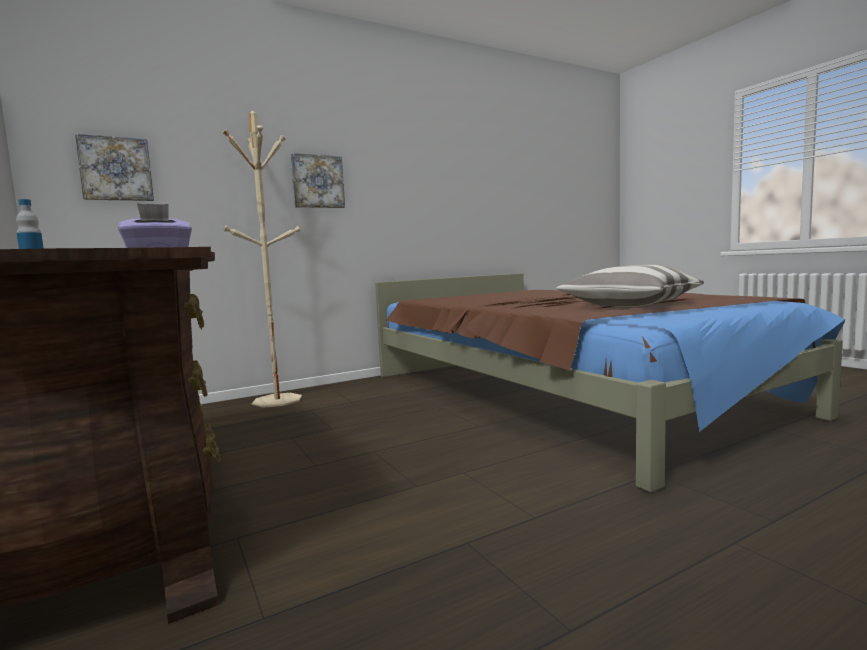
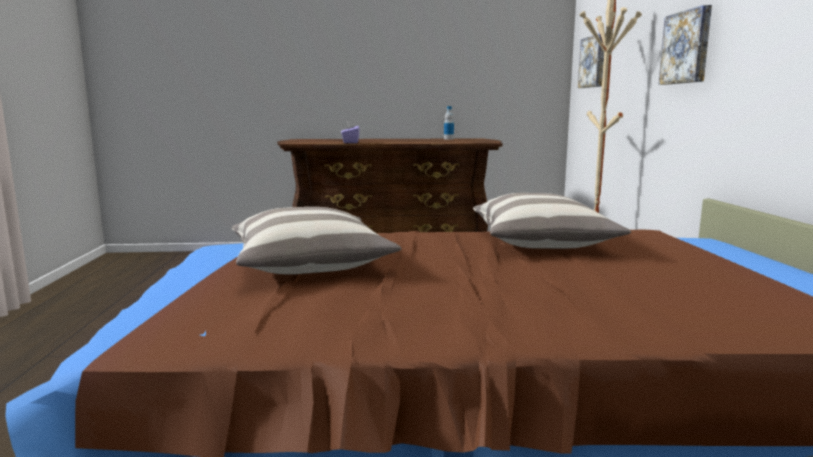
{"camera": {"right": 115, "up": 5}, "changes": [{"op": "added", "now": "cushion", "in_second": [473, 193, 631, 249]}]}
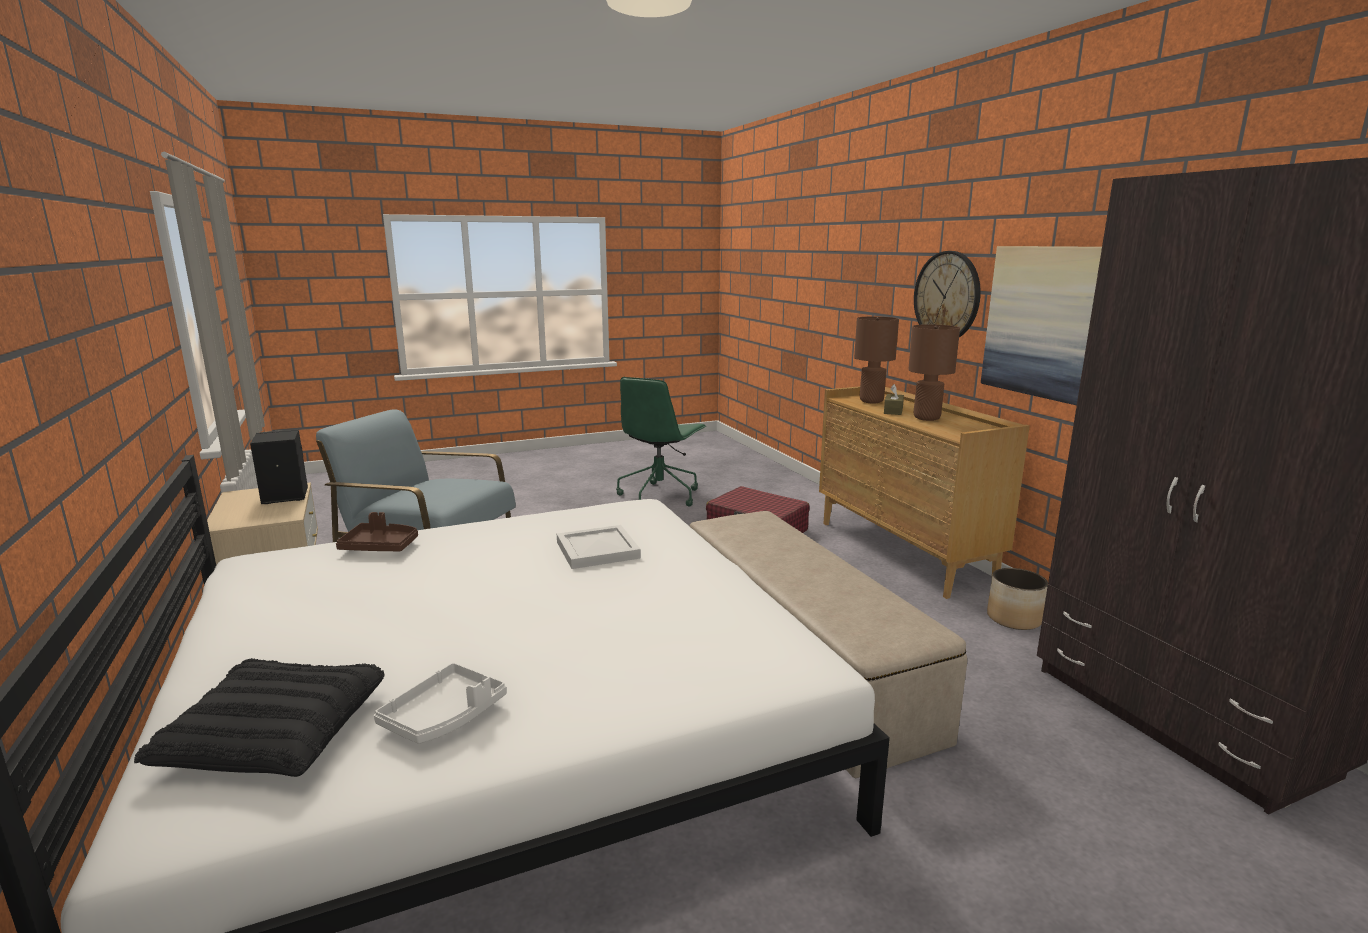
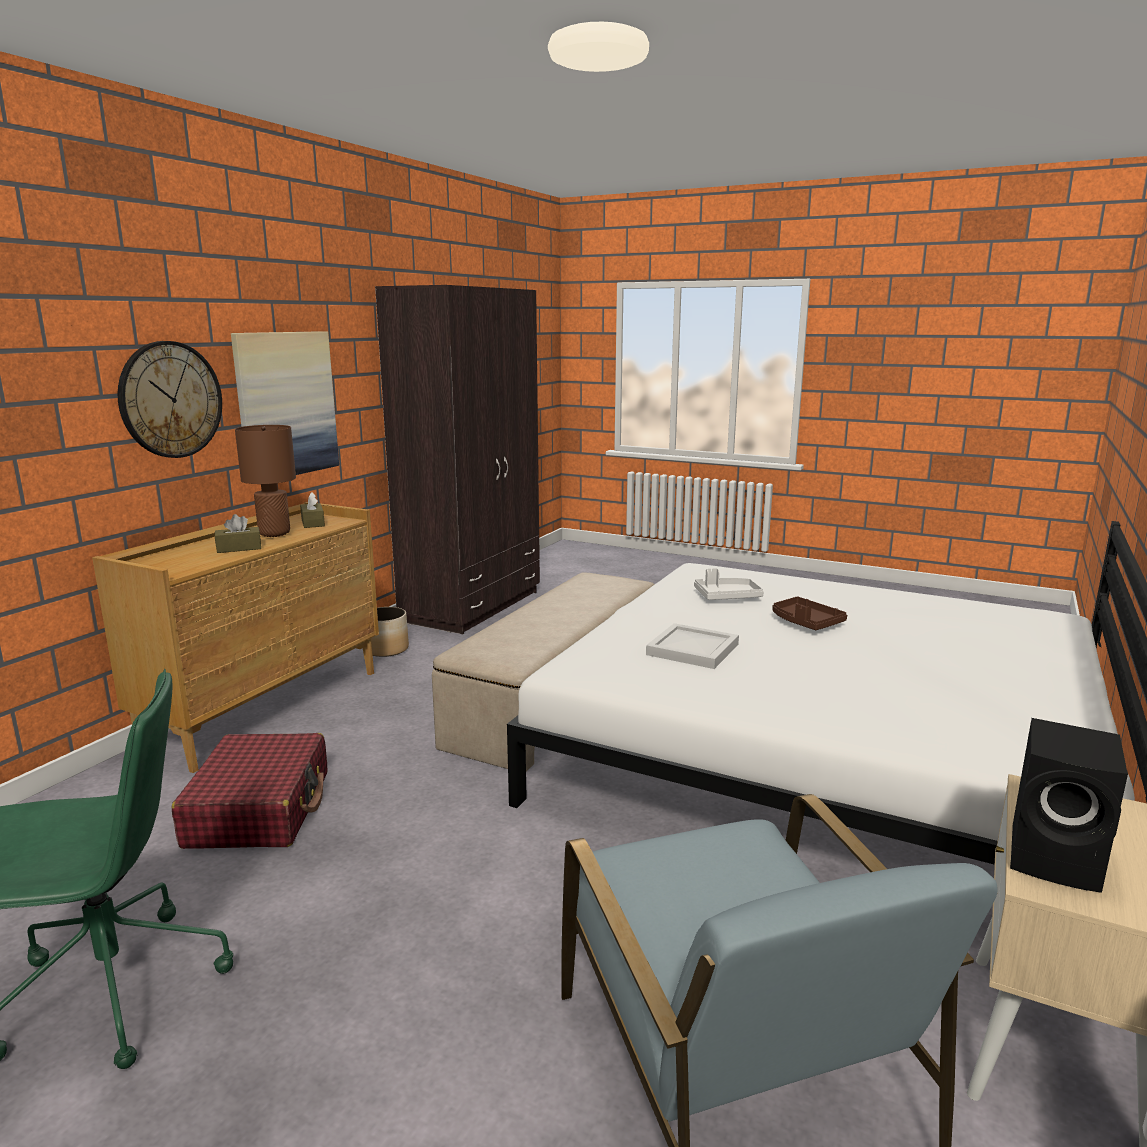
{"camera": {"right": -130, "up": 0}, "changes": [{"op": "added", "now": "tissue box/brown-coloured", "in_second": [300, 492, 325, 528]}, {"op": "moved", "was": "carrying tray/whitish", "in_first": [374, 663, 507, 744], "in_second": [694, 568, 764, 600]}, {"op": "moved", "was": "carrying tray/brown-coloured", "in_first": [336, 512, 418, 551], "in_second": [772, 597, 847, 630]}, {"op": "removed", "was": "cushion/black-coloured", "in_first": [134, 658, 385, 777]}, {"op": "removed", "was": "table lamp/brown-coloured", "in_first": [854, 316, 899, 404]}]}
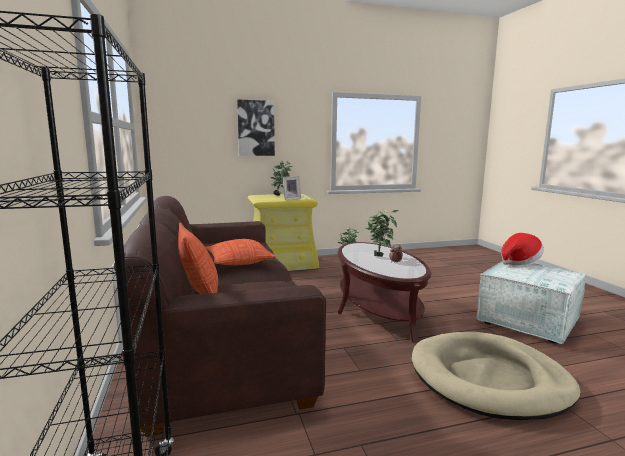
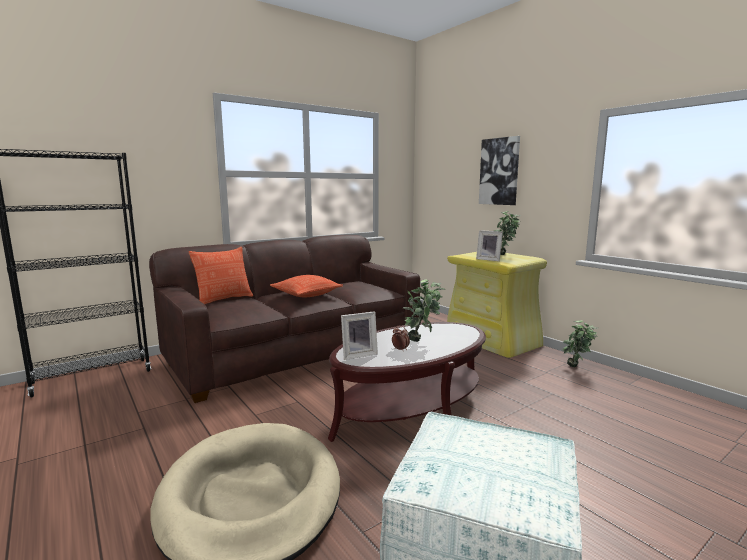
{"camera": {"right": 70, "up": 0}, "changes": [{"op": "added", "now": "standing frame", "in_second": [341, 311, 378, 360]}, {"op": "removed", "was": "wearable hat", "in_first": [501, 233, 544, 265]}]}
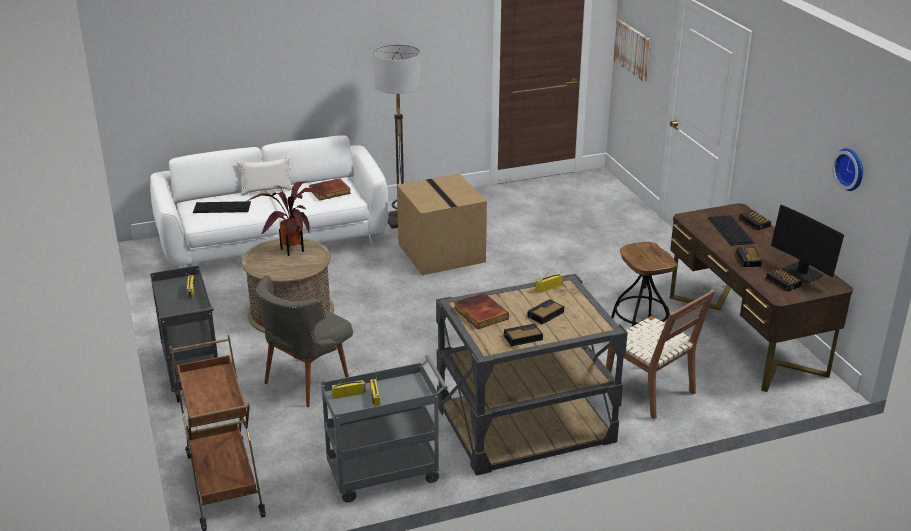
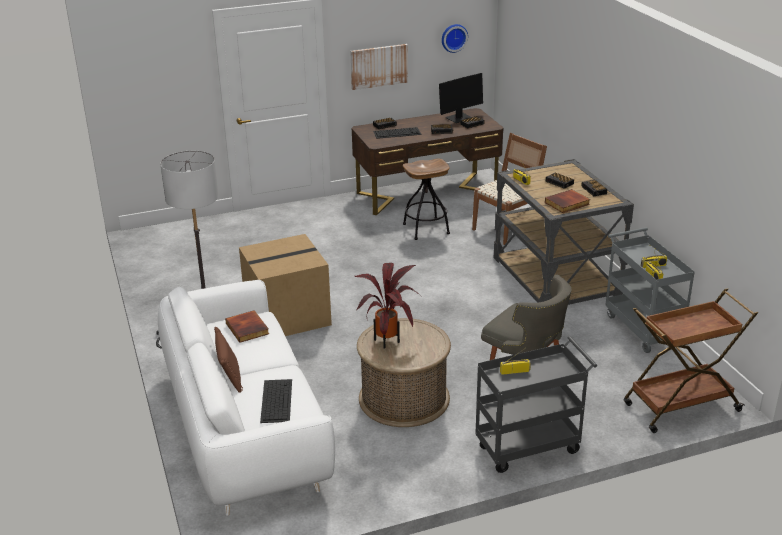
{"camera": {"right": -90, "up": 0}, "changes": [{"op": "recoloured", "was": "cushion/whitish", "now": "cushion/brown-coloured", "in_first": [237, 157, 292, 196], "in_second": [214, 327, 243, 393]}, {"op": "moved", "was": "wall picture", "in_first": [614, 20, 650, 81], "in_second": [350, 44, 408, 90]}]}
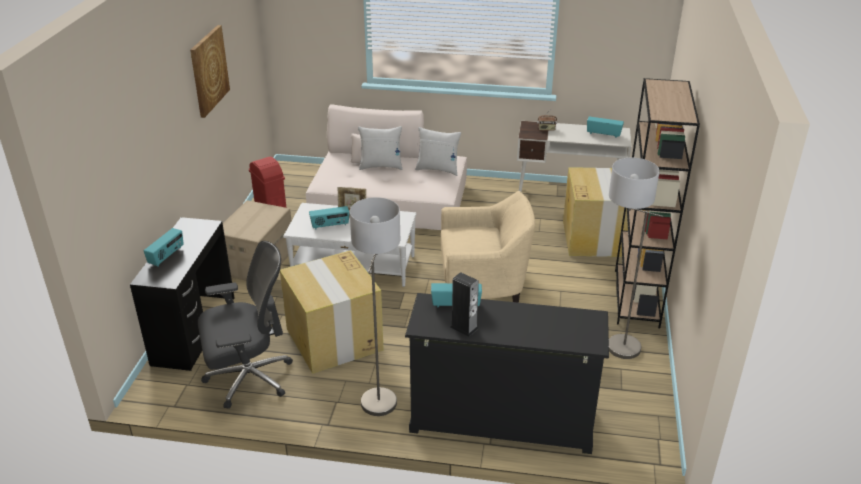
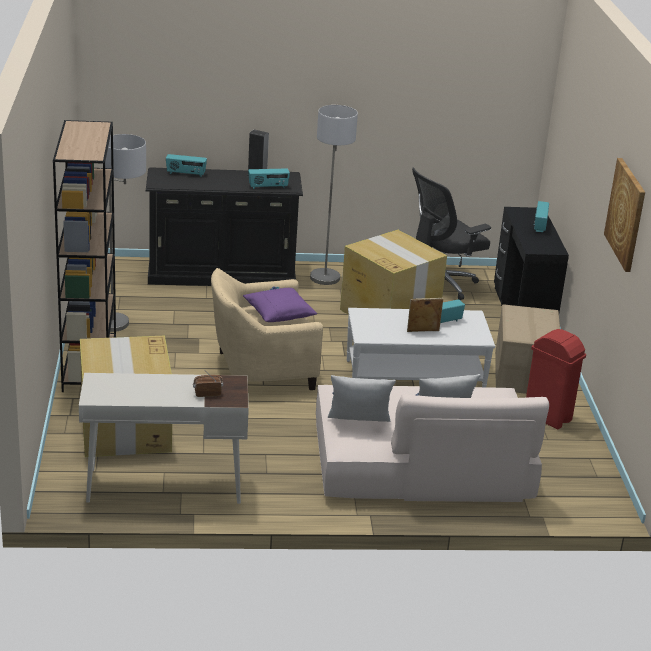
{"camera": {"right": 165, "up": -5}, "changes": [{"op": "moved", "was": "radio set", "in_first": [587, 116, 624, 138], "in_second": [166, 154, 207, 177]}, {"op": "added", "now": "cushion/purplish", "in_second": [243, 286, 317, 322]}]}
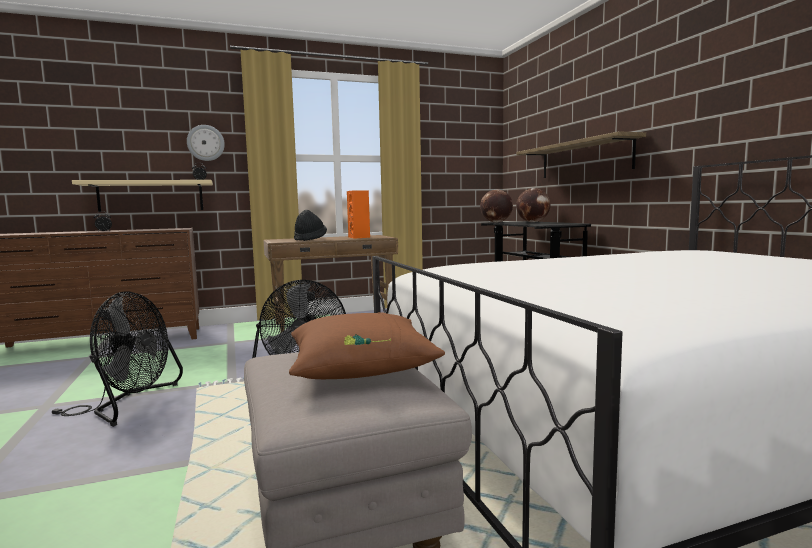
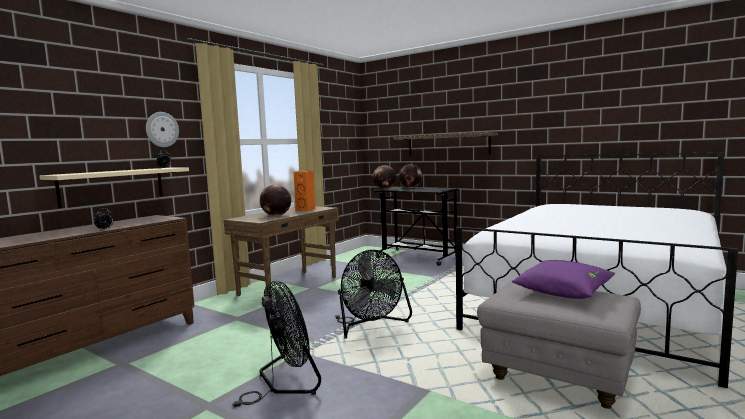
{"camera": {"right": -35, "up": 0}, "changes": [{"op": "replaced", "was": "wearable hat/black-coloured", "now": "globe", "in_first": [294, 210, 327, 241], "in_second": [260, 185, 291, 216]}, {"op": "recoloured", "was": "cushion/brown-coloured", "now": "cushion/purplish", "in_first": [289, 312, 445, 379], "in_second": [512, 260, 615, 299]}]}
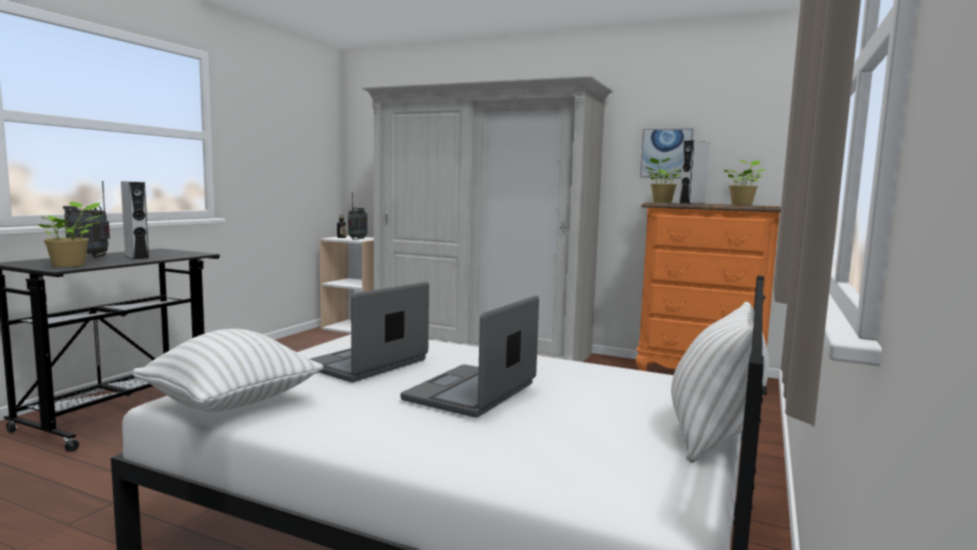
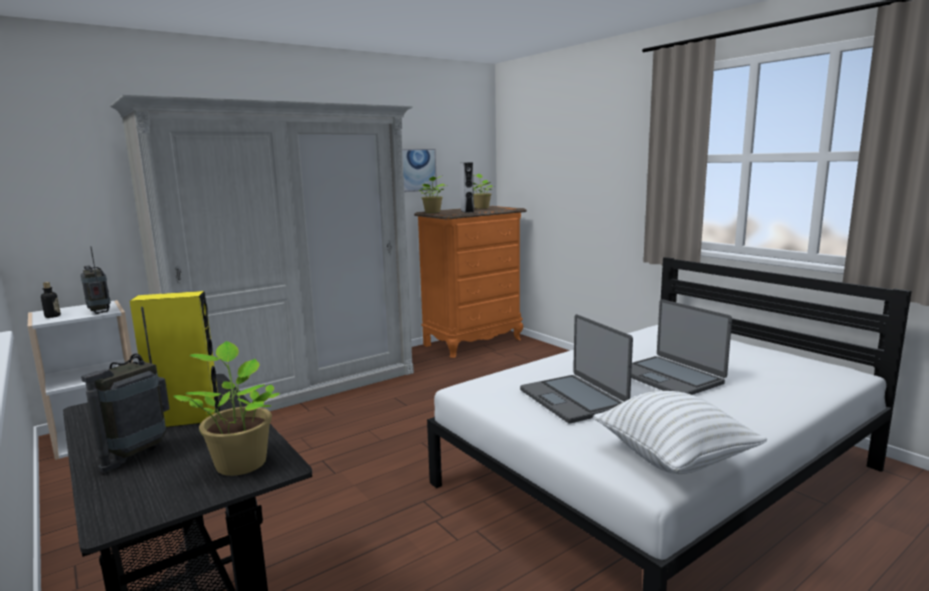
{"camera": {"right": -60, "up": 5}, "changes": [{"op": "recoloured", "was": "audio speaker/greyish", "now": "audio speaker/yellow-coloured", "in_first": [121, 182, 149, 260], "in_second": [130, 291, 220, 428]}, {"op": "removed", "was": "cushion/whitish", "in_first": [671, 302, 769, 463]}]}
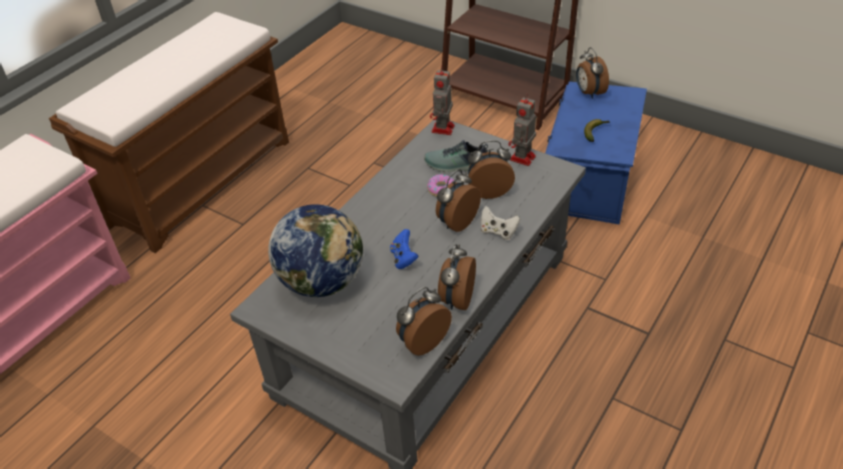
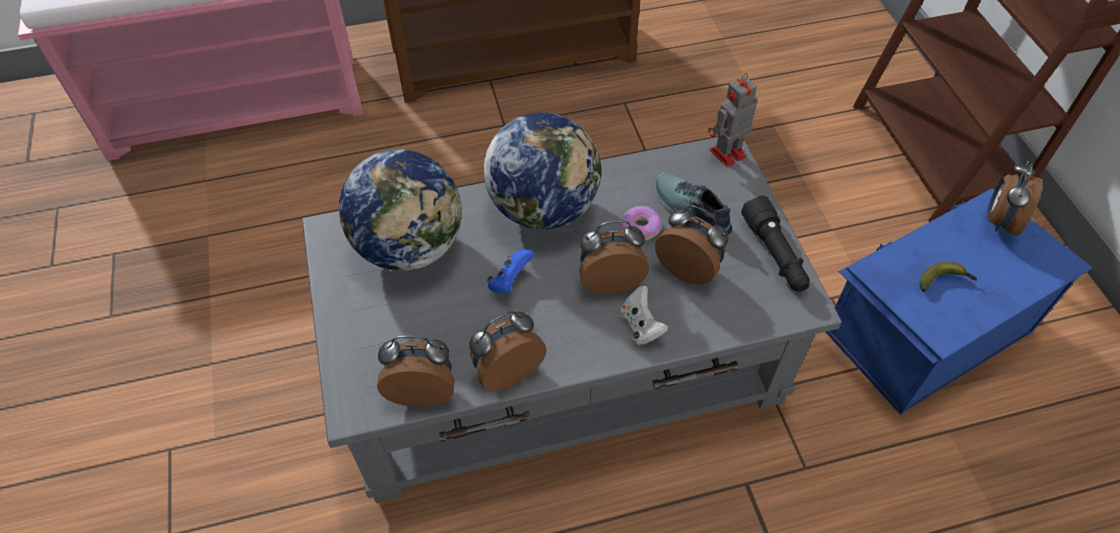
{"camera": {"right": 40, "up": 10}, "changes": [{"op": "added", "now": "globe", "in_second": [484, 112, 601, 229]}, {"op": "replaced", "was": "model robot", "now": "hand torch/black-coloured", "in_first": [508, 94, 536, 166], "in_second": [741, 196, 810, 292]}]}
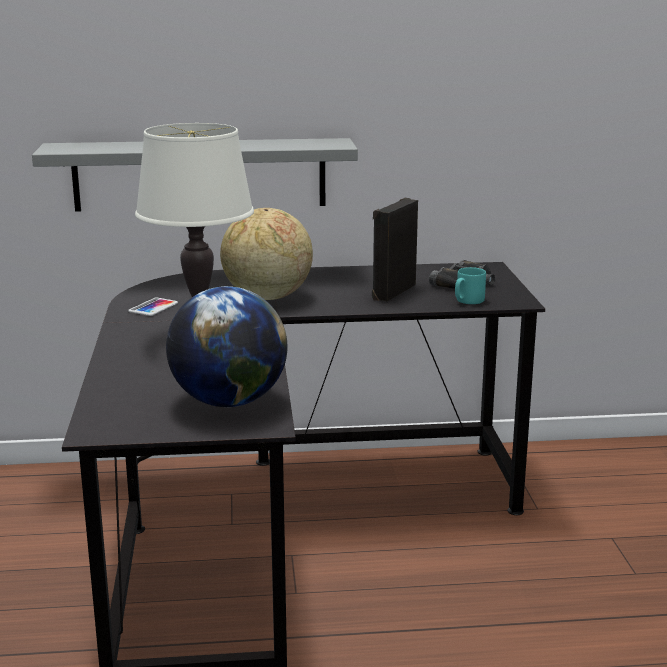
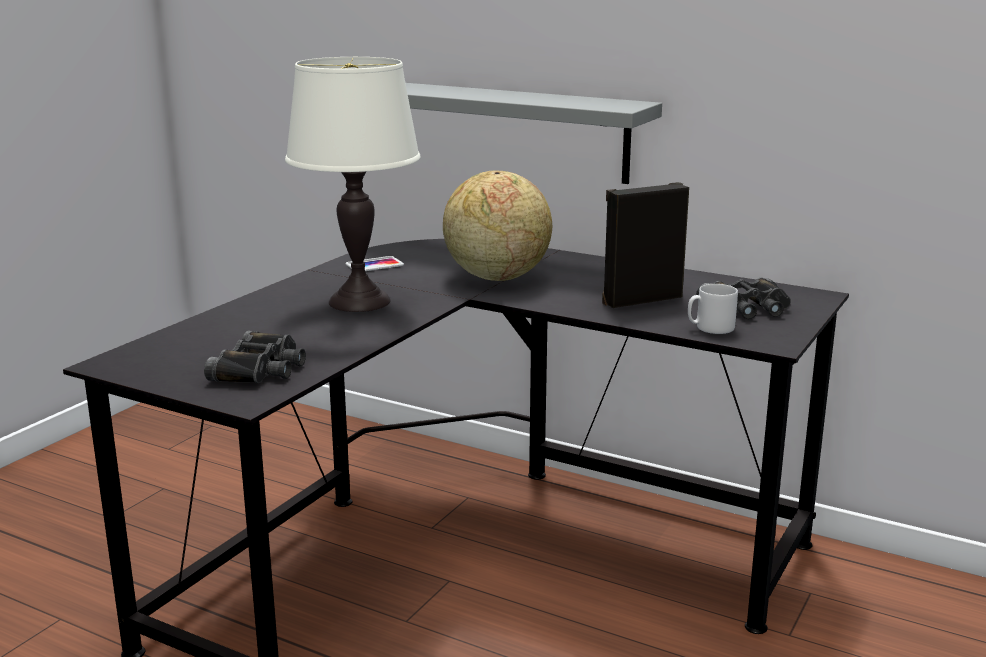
{"camera": {"right": 35, "up": 0}, "changes": [{"op": "replaced", "was": "globe", "now": "binoculars/black-coloured", "in_first": [166, 286, 288, 407], "in_second": [204, 331, 306, 383]}, {"op": "recoloured", "was": "mug/turquoise-coloured", "now": "mug/greyish", "in_first": [455, 267, 486, 304], "in_second": [688, 284, 738, 334]}]}
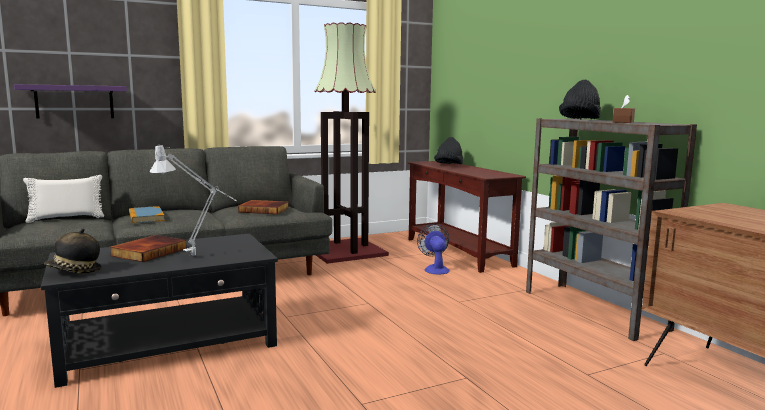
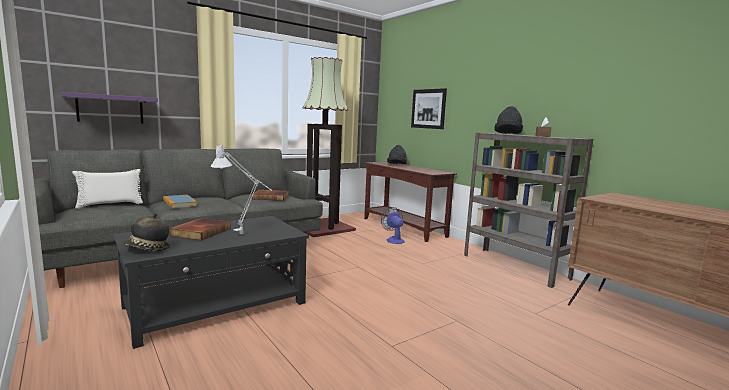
{"camera": {"right": -10, "up": 0}, "changes": [{"op": "added", "now": "wall picture", "in_second": [411, 88, 447, 129]}]}
